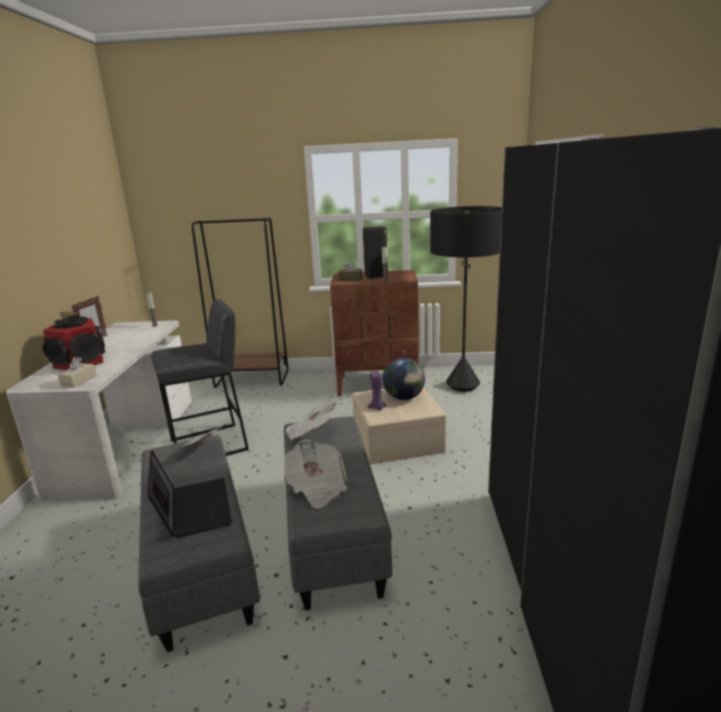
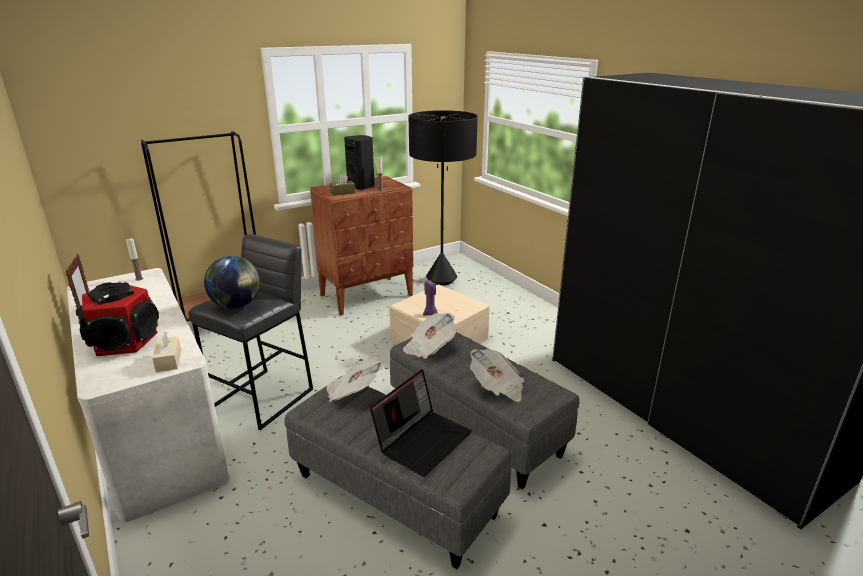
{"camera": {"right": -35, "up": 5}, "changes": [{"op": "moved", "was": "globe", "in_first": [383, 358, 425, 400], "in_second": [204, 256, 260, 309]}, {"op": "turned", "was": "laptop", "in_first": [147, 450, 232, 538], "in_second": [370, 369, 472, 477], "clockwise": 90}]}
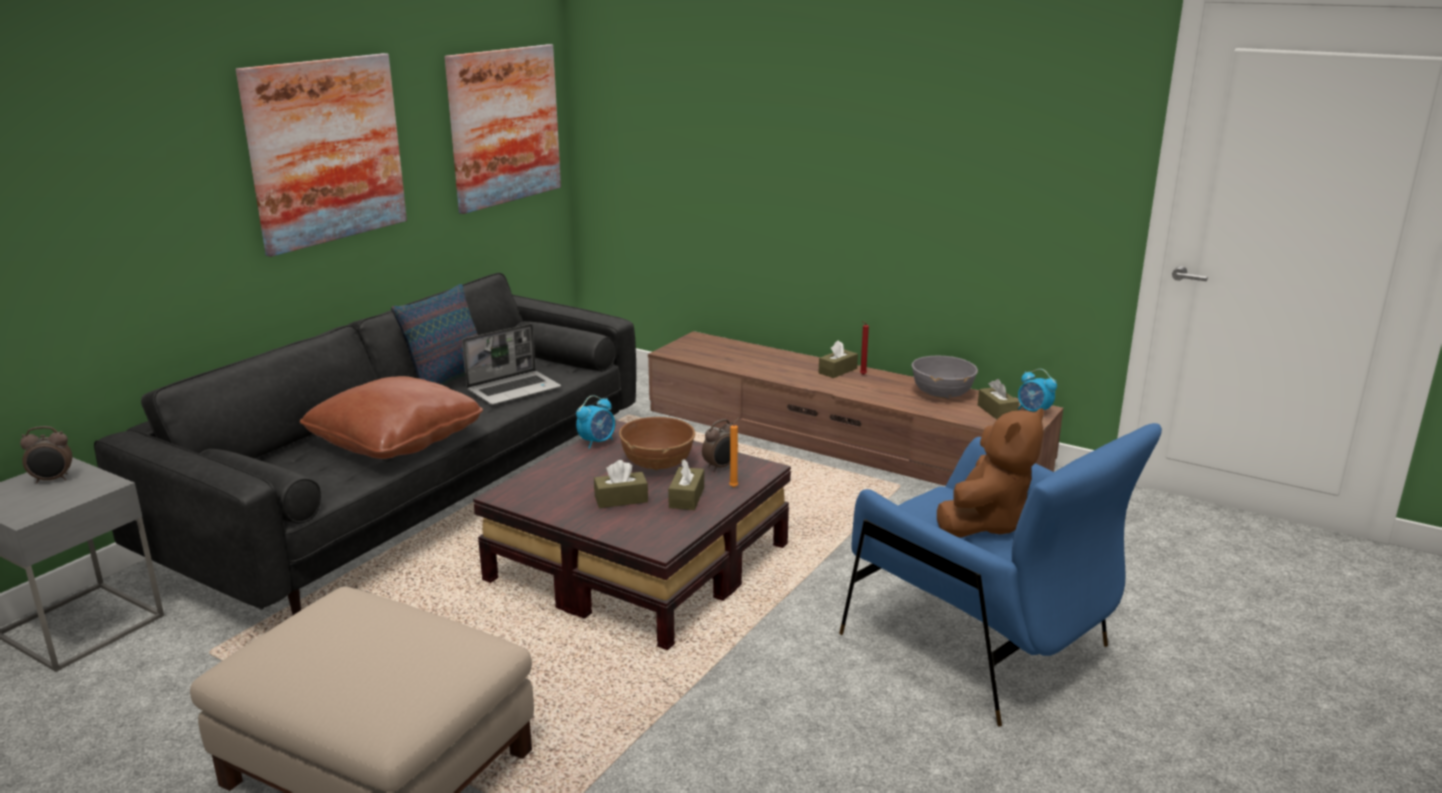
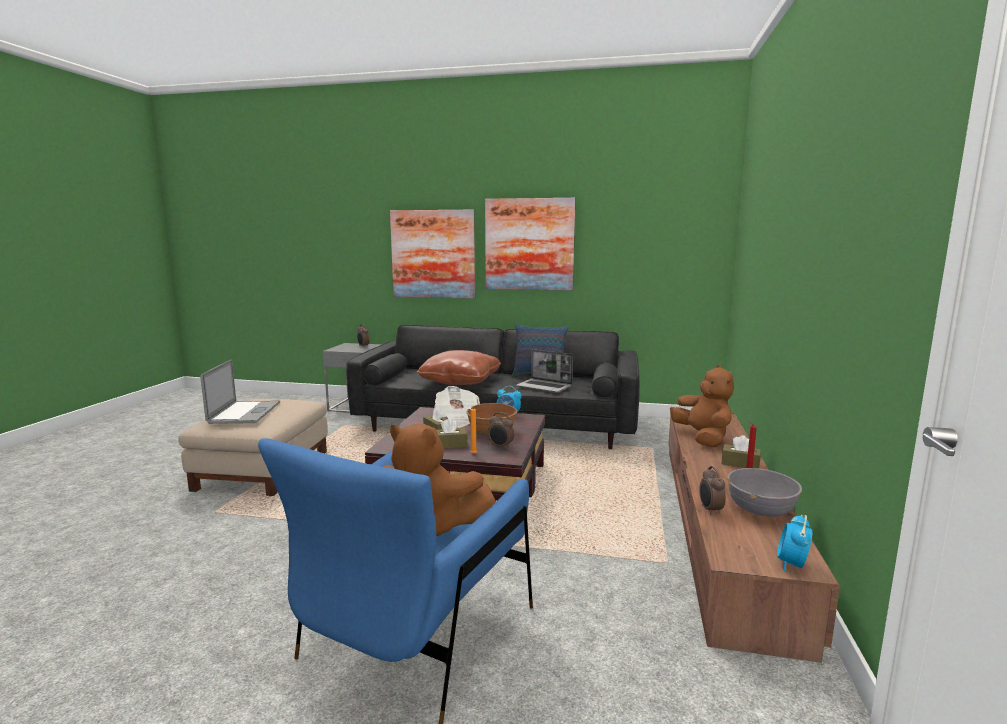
{"camera": {"right": 70, "up": -10}, "changes": [{"op": "added", "now": "laptop", "in_second": [200, 359, 280, 424]}, {"op": "moved", "was": "wall picture", "in_first": [445, 44, 561, 214], "in_second": [390, 210, 475, 299]}, {"op": "added", "now": "printed paper", "in_second": [434, 386, 480, 428]}, {"op": "added", "now": "plush toy/brown-coloured", "in_second": [670, 365, 734, 447]}, {"op": "added", "now": "alarm clock", "in_second": [699, 466, 726, 515]}, {"op": "removed", "was": "tissue box/brown-coloured", "in_first": [978, 379, 1019, 419]}]}
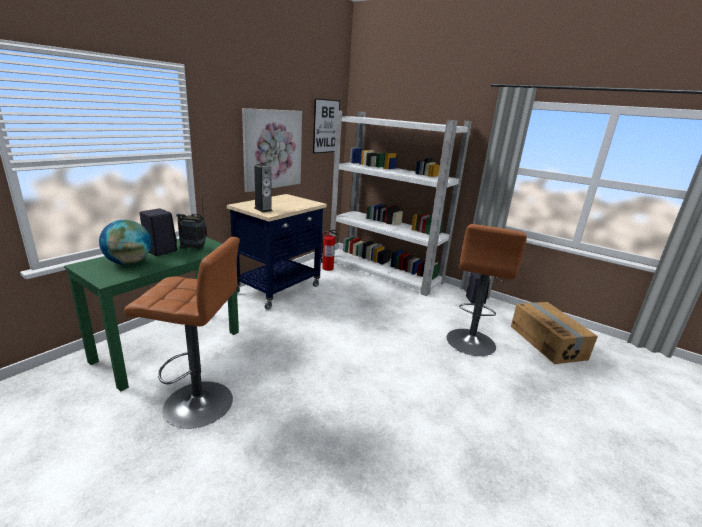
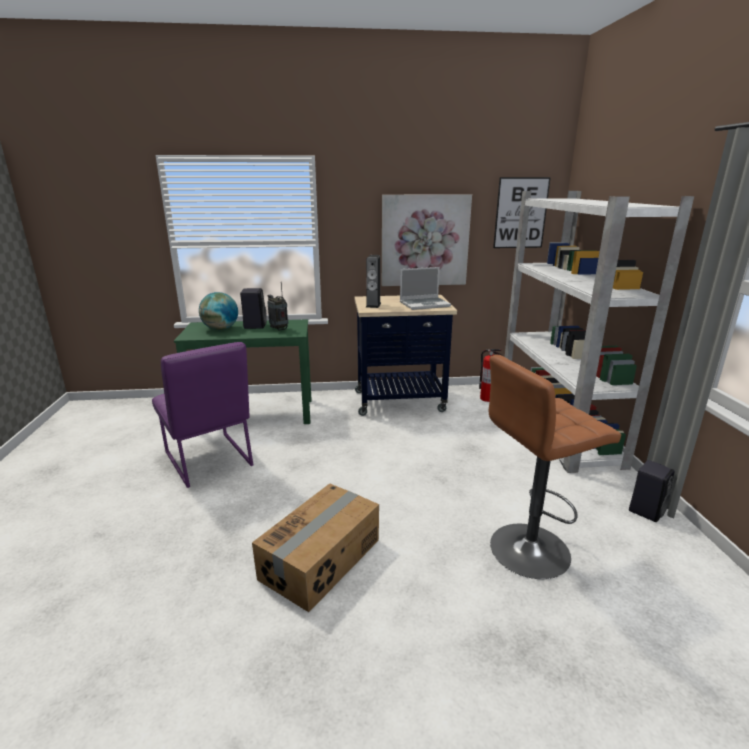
{"camera": {"right": 50, "up": 0}, "changes": [{"op": "replaced", "was": "sitting stool/brown-coloured", "now": "chair/purplish", "in_first": [124, 237, 240, 429], "in_second": [152, 342, 253, 488]}, {"op": "moved", "was": "cardboard box", "in_first": [511, 302, 598, 364], "in_second": [252, 483, 379, 612]}, {"op": "added", "now": "laptop", "in_second": [400, 267, 451, 310]}]}
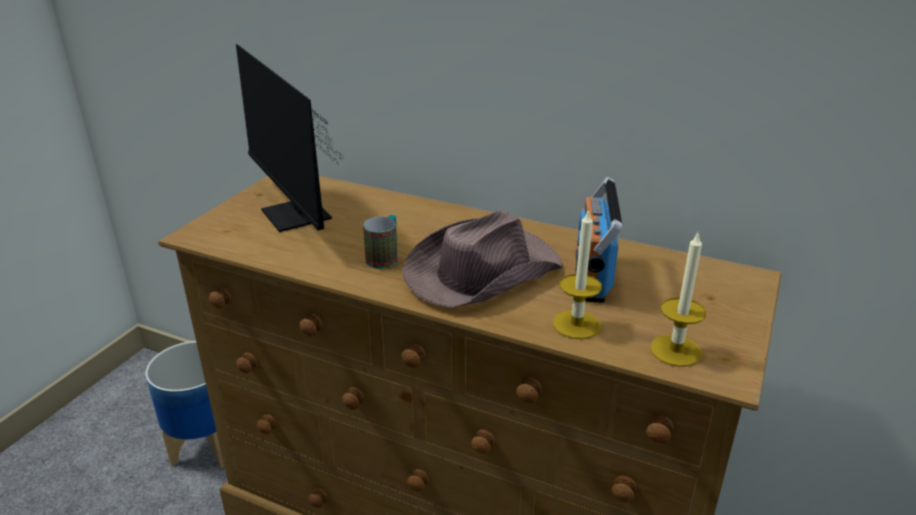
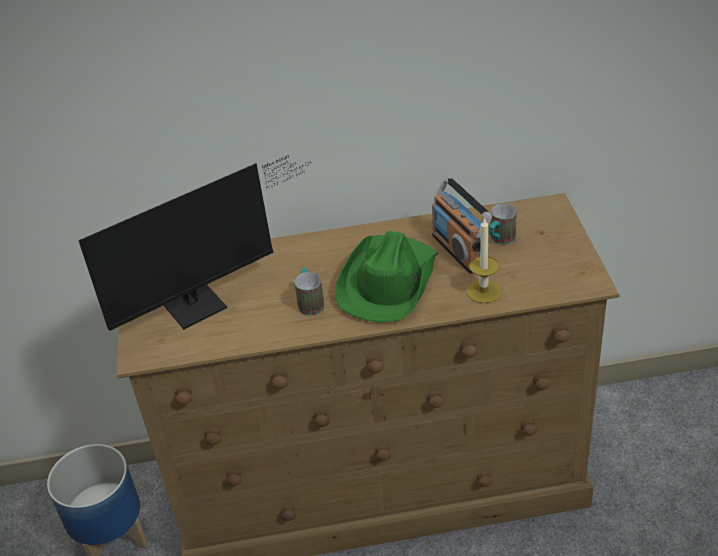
{"camera": {"right": -30, "up": 10}, "changes": [{"op": "turned", "was": "computer screen", "in_first": [236, 44, 343, 232], "in_second": [78, 155, 312, 331], "clockwise": -60}, {"op": "recoloured", "was": "wearable hat/brown-coloured", "now": "wearable hat/greenish", "in_first": [402, 210, 563, 308], "in_second": [335, 231, 439, 323]}, {"op": "added", "now": "mug", "in_second": [489, 204, 517, 245]}, {"op": "removed", "was": "candle", "in_first": [650, 231, 706, 367]}]}
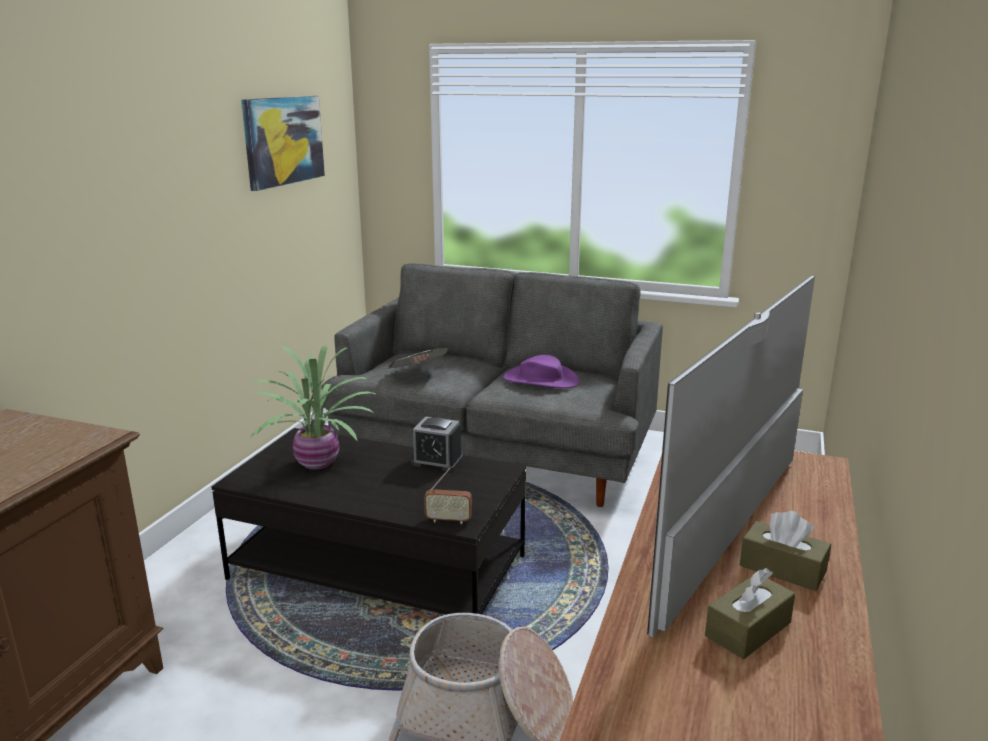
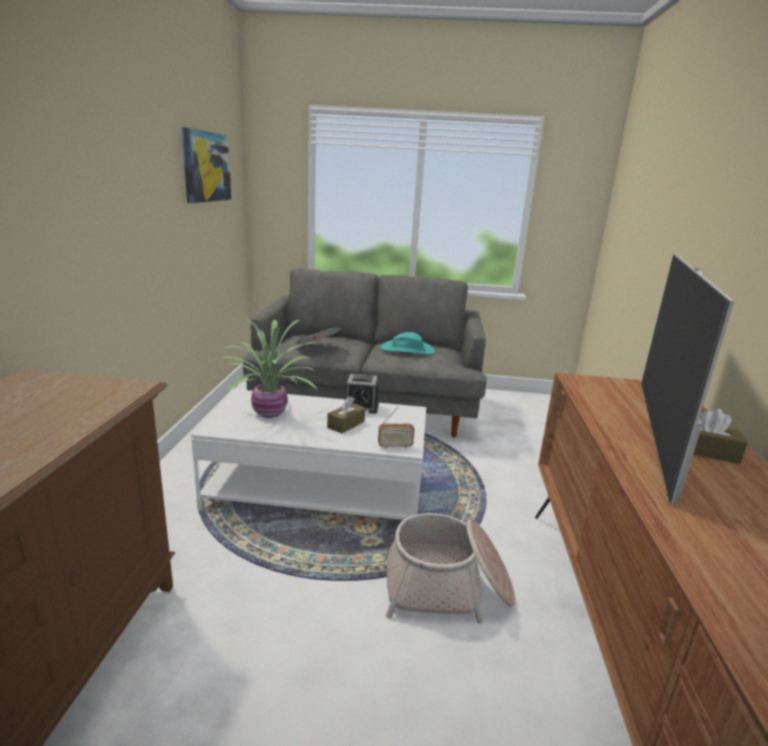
{"camera": {"right": -15, "up": 0}, "changes": [{"op": "recoloured", "was": "low table/black-coloured", "now": "low table/whitish", "in_first": [211, 428, 526, 615], "in_second": [191, 389, 426, 520]}, {"op": "moved", "was": "tissue box/brown-coloured", "in_first": [705, 568, 795, 659], "in_second": [327, 397, 365, 434]}, {"op": "recoloured", "was": "wearable hat/purplish", "now": "wearable hat/turquoise-coloured", "in_first": [503, 355, 579, 388], "in_second": [380, 332, 435, 355]}]}
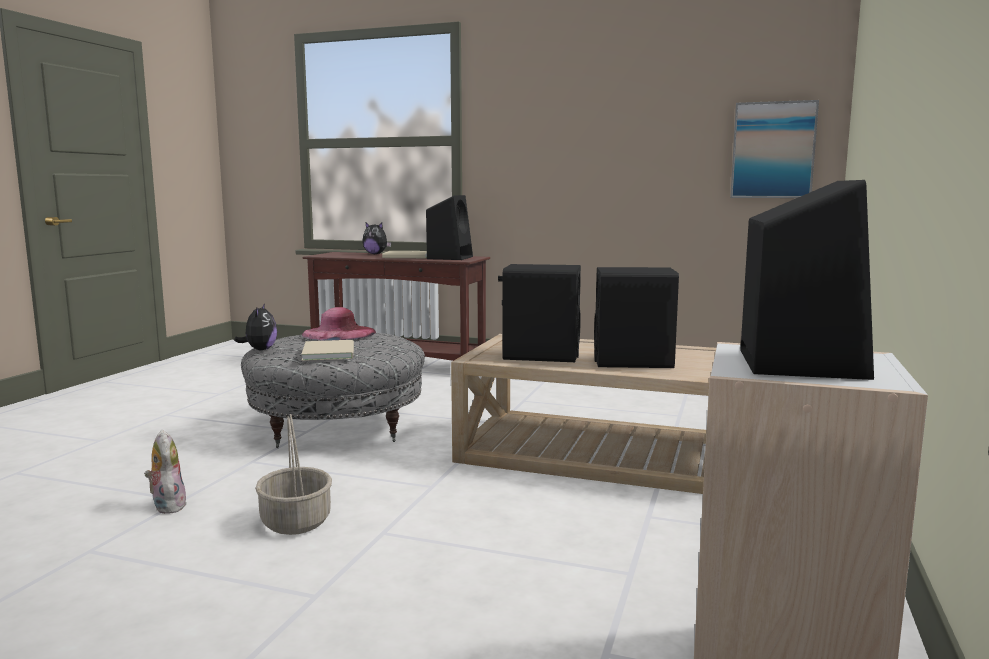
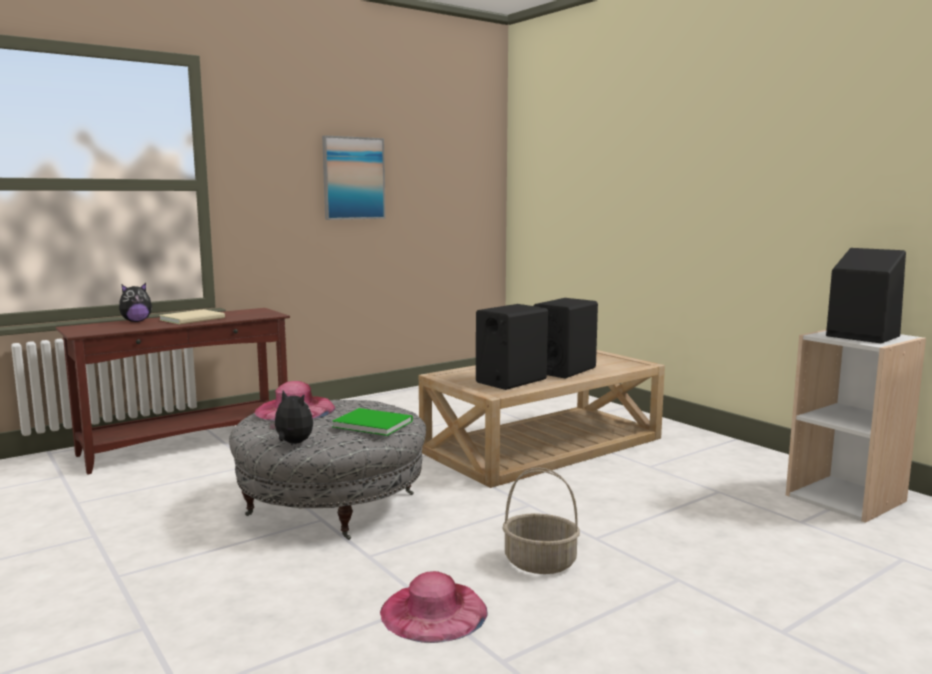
{"camera": {"right": -55, "up": 0}, "changes": [{"op": "moved", "was": "wall picture", "in_first": [730, 100, 819, 198], "in_second": [322, 135, 386, 220]}, {"op": "recoloured", "was": "bound book/beige-coloured", "now": "bound book/greenish", "in_first": [301, 340, 354, 361], "in_second": [332, 408, 413, 436]}, {"op": "replaced", "was": "plush toy", "now": "wearable hat/pink-coloured", "in_first": [145, 430, 187, 514], "in_second": [380, 571, 488, 643]}, {"op": "removed", "was": "audio speaker/black-coloured", "in_first": [426, 195, 473, 260]}]}
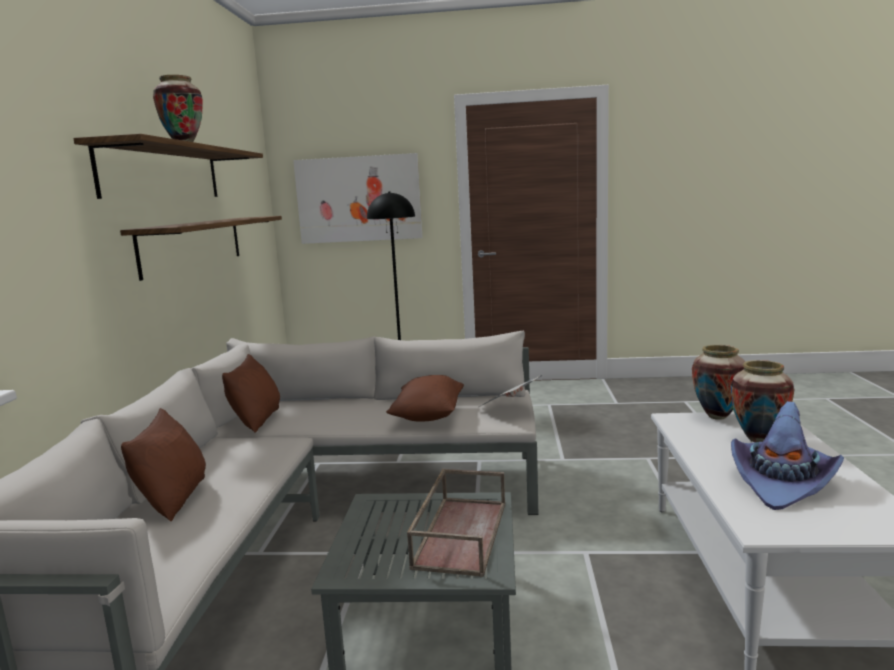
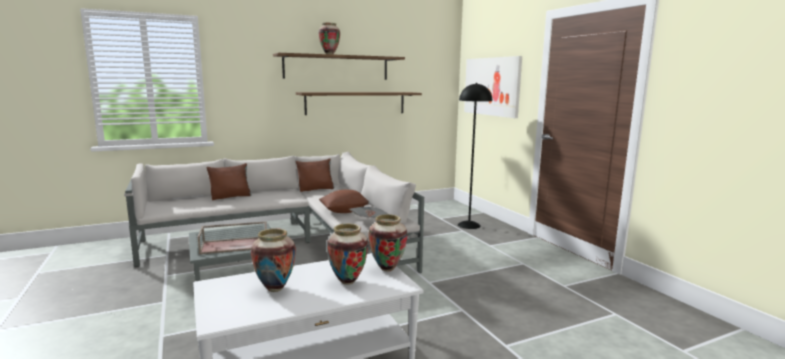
{"camera": {"right": 60, "up": 0}, "changes": [{"op": "replaced", "was": "wearable hat/purplish", "now": "flower vase", "in_first": [731, 401, 844, 510], "in_second": [251, 228, 296, 292]}]}
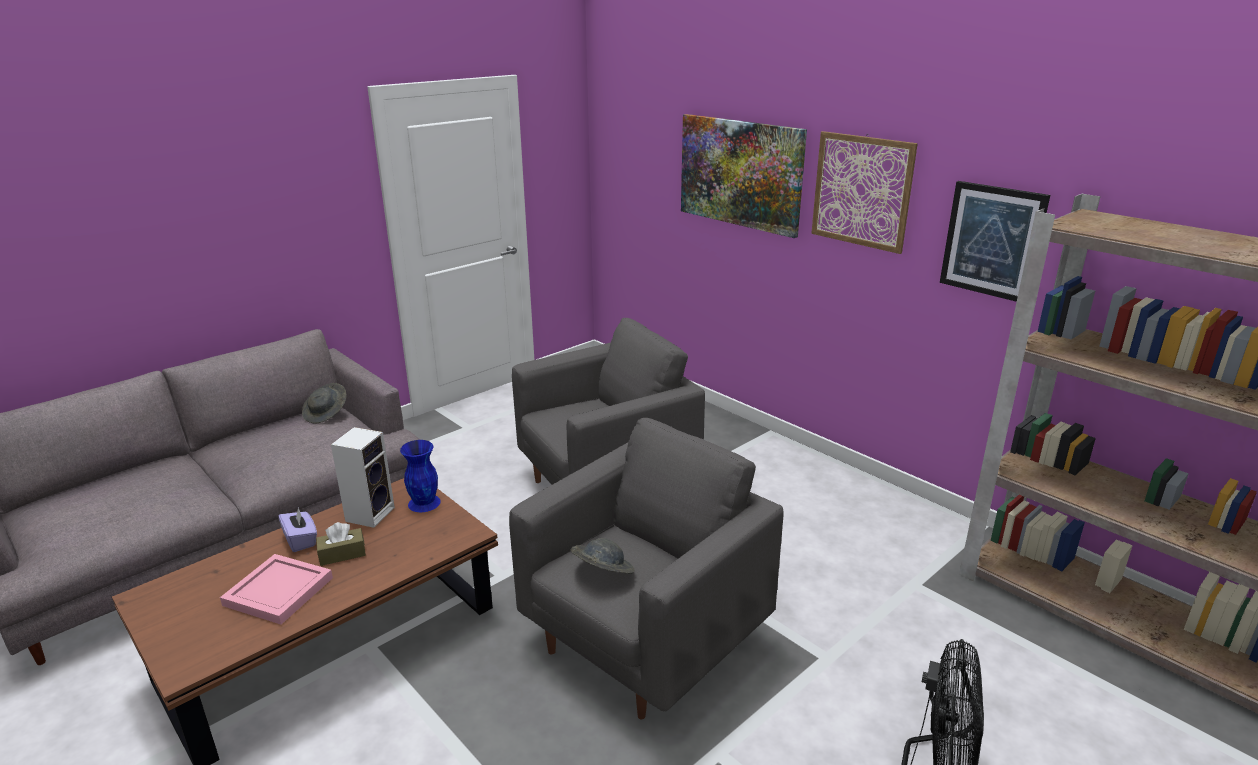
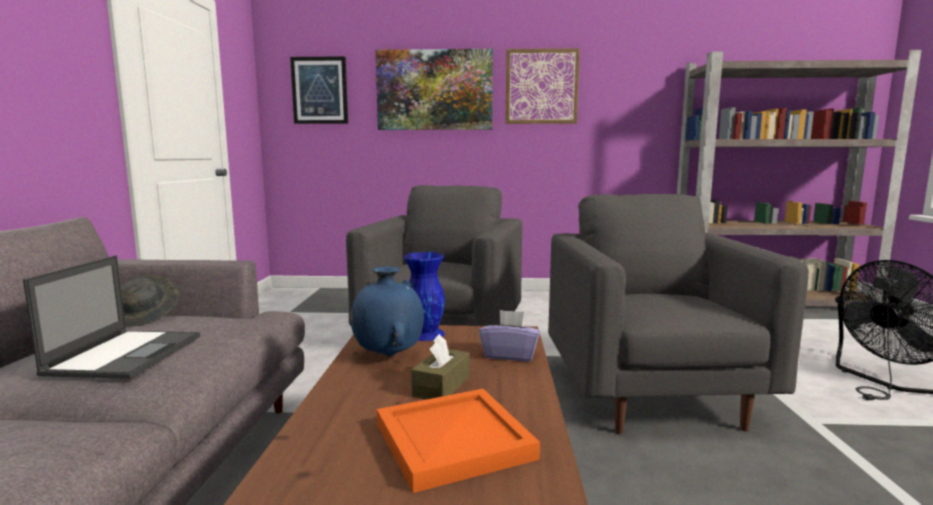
{"camera": {"right": -45, "up": -15}, "changes": [{"op": "added", "now": "laptop", "in_second": [23, 255, 200, 379]}, {"op": "moved", "was": "wall picture", "in_first": [940, 181, 1050, 302], "in_second": [290, 56, 348, 124]}, {"op": "replaced", "was": "audio speaker", "now": "flower vase/bluish", "in_first": [331, 427, 395, 528], "in_second": [351, 266, 424, 357]}, {"op": "recoloured", "was": "carrying tray/pink-coloured", "now": "carrying tray/orangey", "in_first": [220, 554, 333, 624], "in_second": [377, 389, 540, 493]}, {"op": "moved", "was": "tissue box/purplish", "in_first": [279, 506, 317, 552], "in_second": [479, 310, 540, 361]}, {"op": "removed", "was": "wearable hat/greyish", "in_first": [570, 538, 635, 574]}]}
